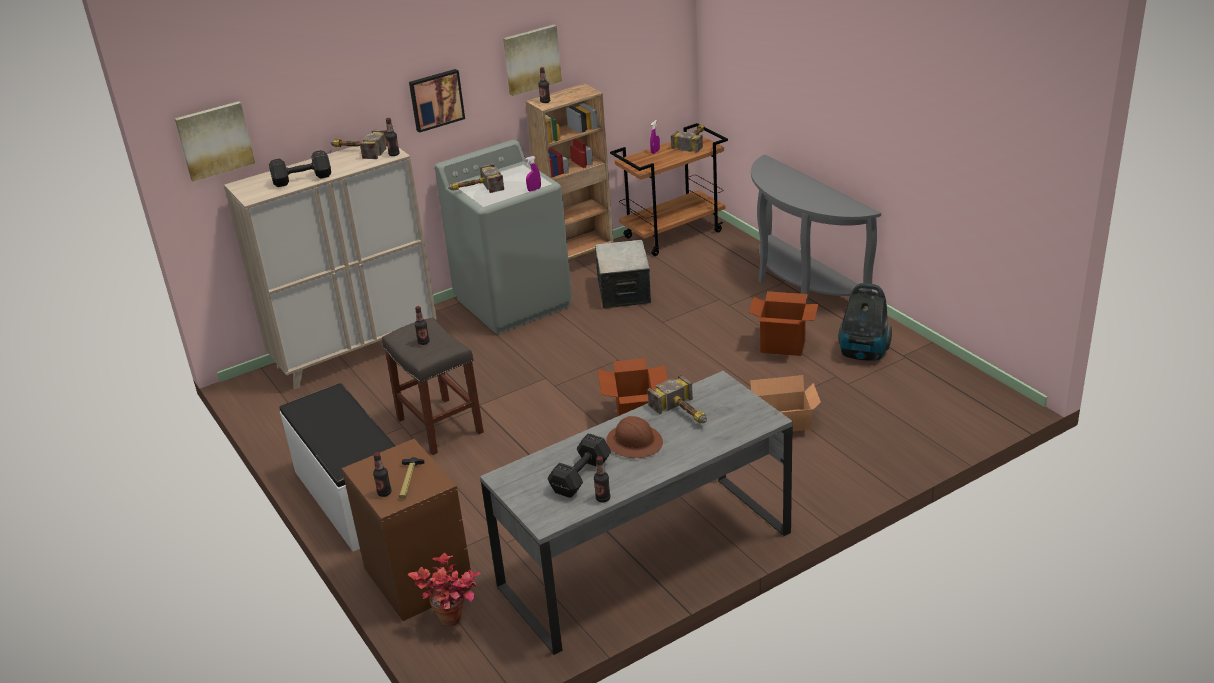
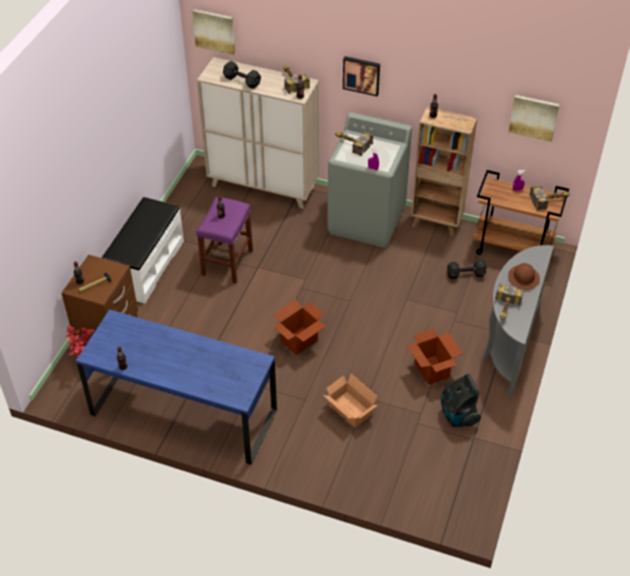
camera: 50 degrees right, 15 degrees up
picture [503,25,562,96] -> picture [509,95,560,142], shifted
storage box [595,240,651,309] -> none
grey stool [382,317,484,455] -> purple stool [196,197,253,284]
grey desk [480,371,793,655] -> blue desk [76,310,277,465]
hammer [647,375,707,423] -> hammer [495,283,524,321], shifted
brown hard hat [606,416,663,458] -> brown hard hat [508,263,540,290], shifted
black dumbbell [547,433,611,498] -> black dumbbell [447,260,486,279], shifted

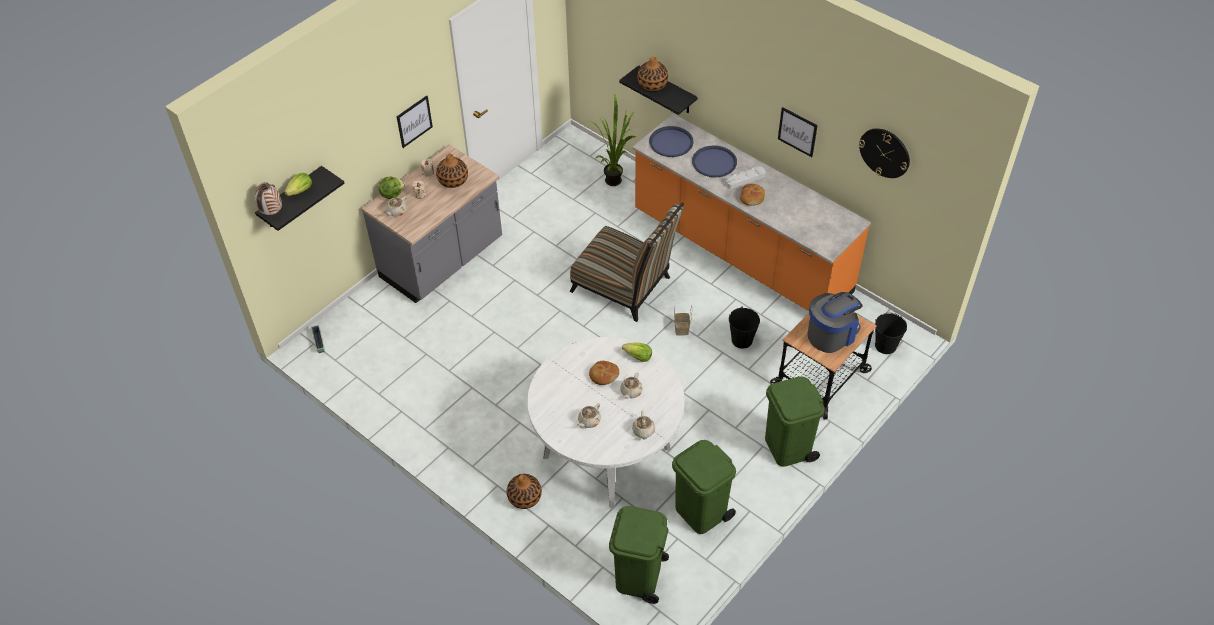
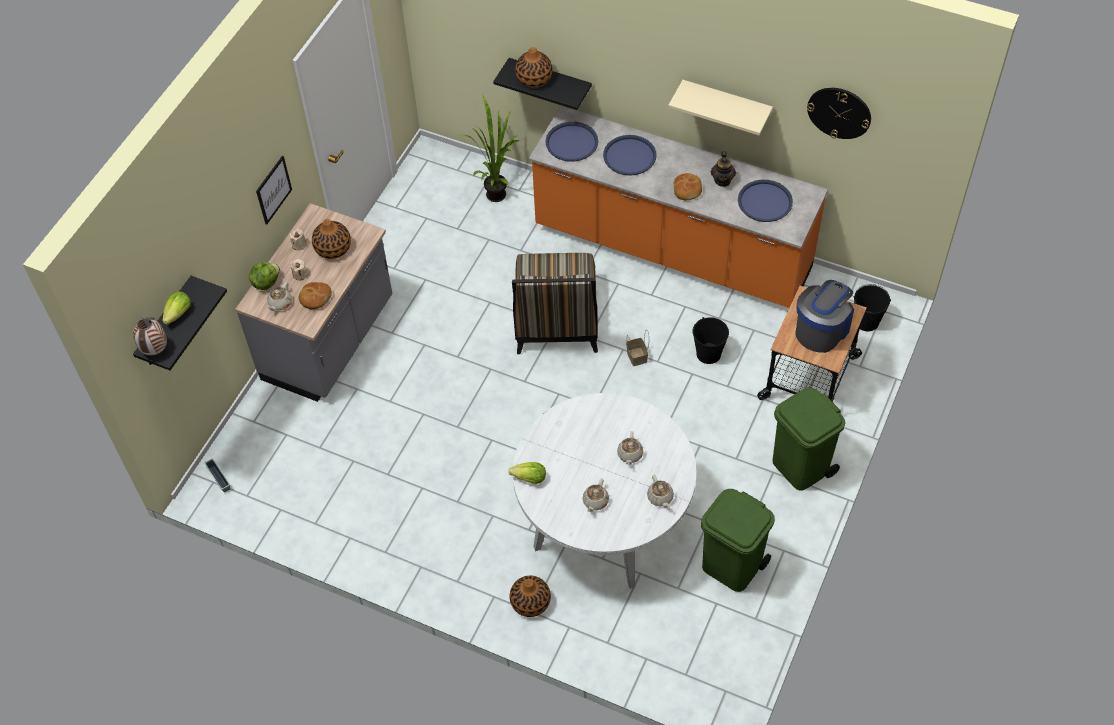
camera: 15 degrees left, 5 degrees up
picture [778,107,818,157] -> beige shelf [668,80,773,135]
grey tray [725,166,766,189] -> none
chair [570,203,684,322] -> chair [512,253,598,354], 75 degrees clockwise
lettuce [622,343,652,362] -> lettuce [509,462,546,484], shifted
bread [589,361,619,385] -> bread [299,282,332,309], shifted
green trash can [609,506,669,604] -> none
none -> teapot [711,151,736,187]
none -> blue tray [738,180,793,222]

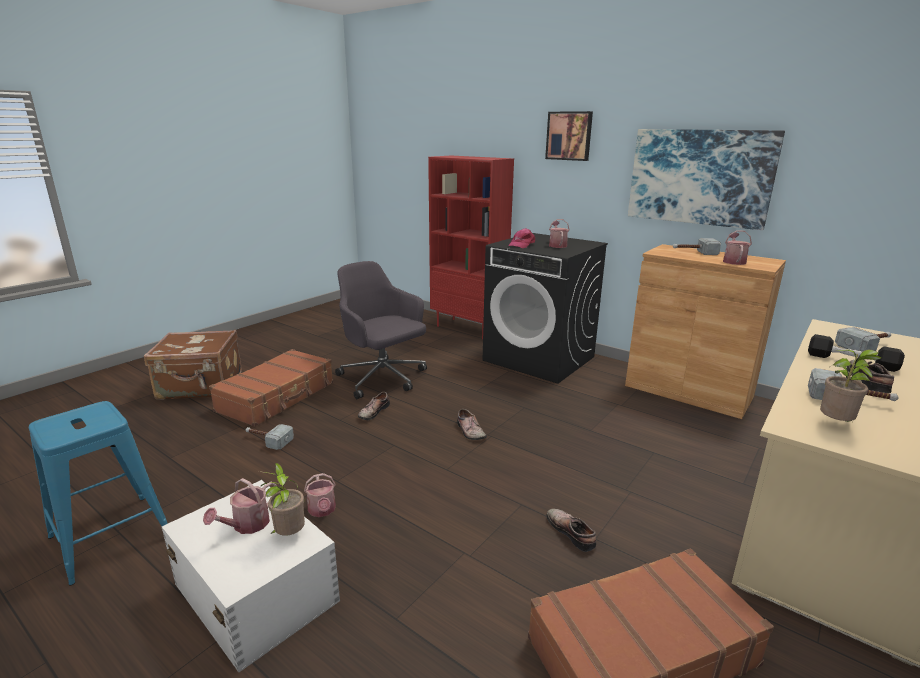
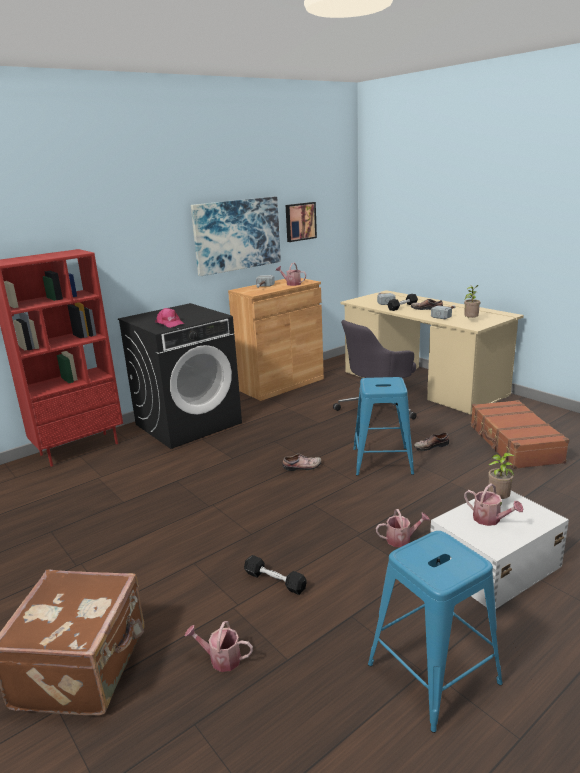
camera: 75 degrees left, 0 degrees up
picture [545,111,593,161] -> picture [286,202,317,242], shifted
watering can [549,219,570,248] -> watering can [185,621,253,672], shifted
grey office chair [335,261,427,399] -> grey office chair [333,320,417,424], shifted
brown suitcase [209,349,333,427] -> none
shoe [358,392,390,420] -> none
hammer [246,424,294,450] -> black dumbbell [244,555,307,595]
none -> blue stool [353,377,414,476]

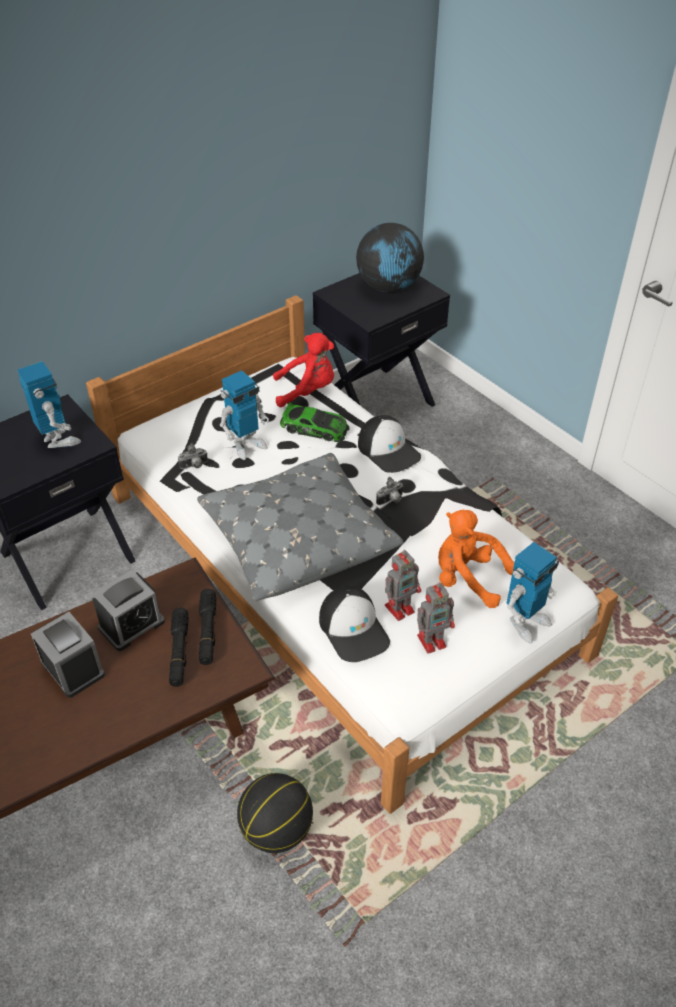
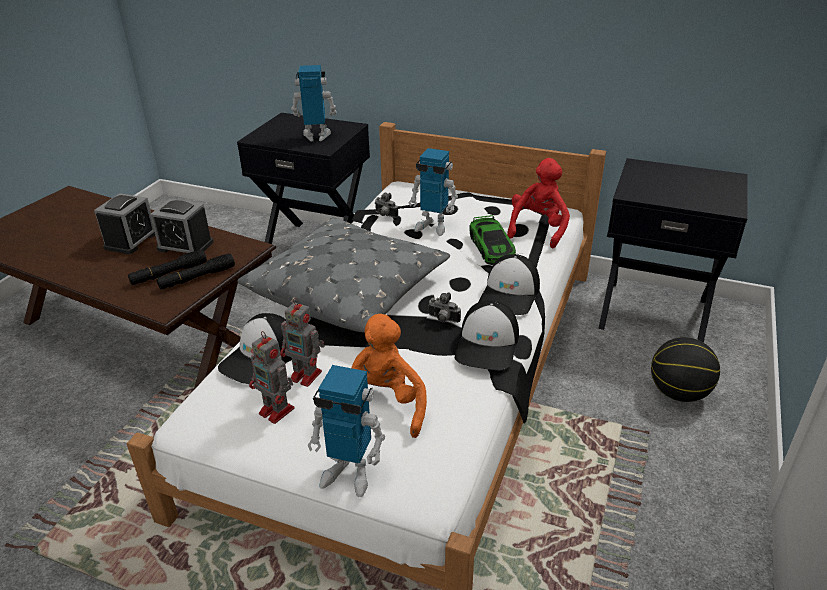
camera: 60 degrees right, 10 degrees down
globe [356,223,424,293] -> none
red plush toy [273,333,334,407] -> red plush toy [507,158,570,248], 120 degrees counterclockwise
toy robot [18,361,81,448] -> toy robot [291,65,337,142], 120 degrees counterclockwise
basketball [237,773,313,853] -> basketball [651,337,720,402], shifted
none -> cap [455,300,519,370]

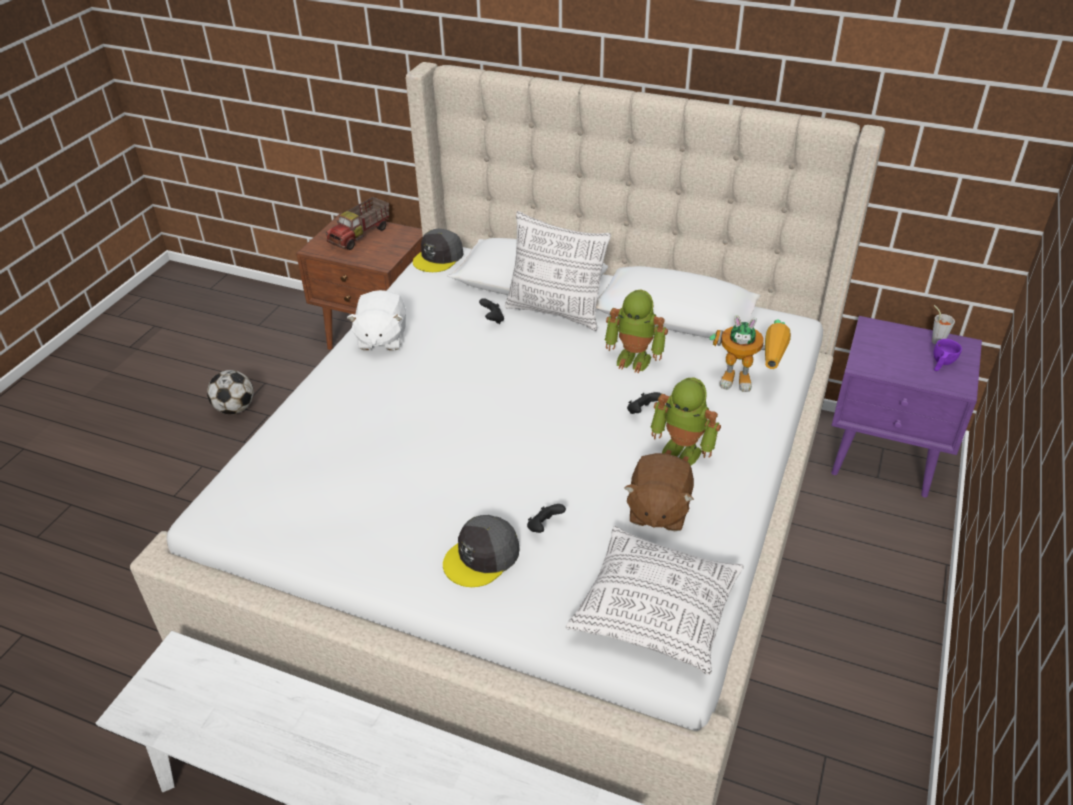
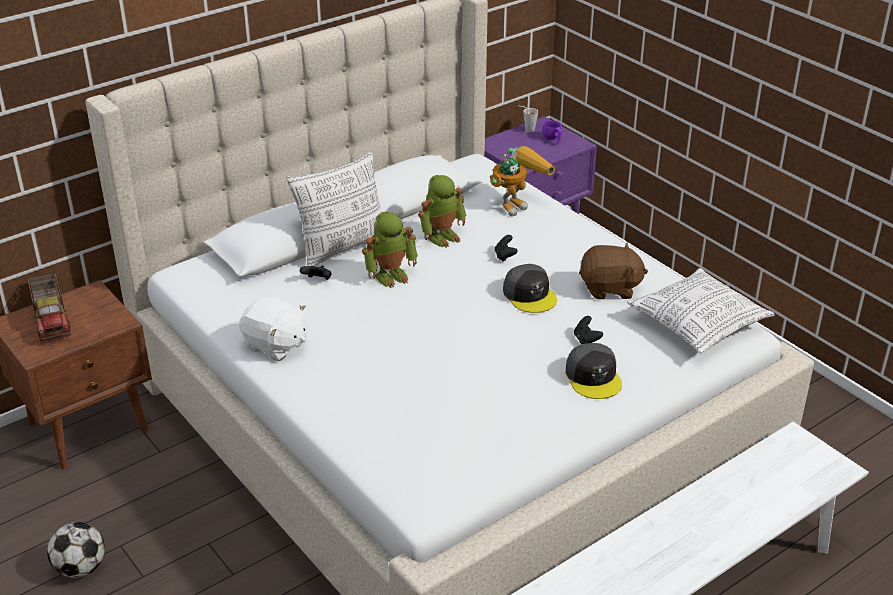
camera: 60 degrees left, 5 degrees down
grey cap [413,228,464,272] -> grey cap [503,264,557,313], shifted
toy robot [651,377,721,466] -> toy robot [362,211,418,288], shifted
brown plush toy [624,453,694,531] -> brown plush toy [579,242,648,299], 45 degrees counterclockwise

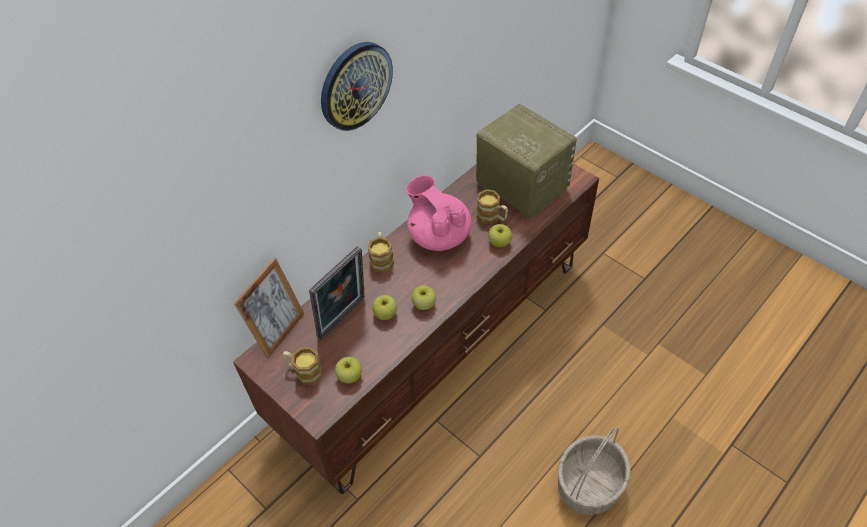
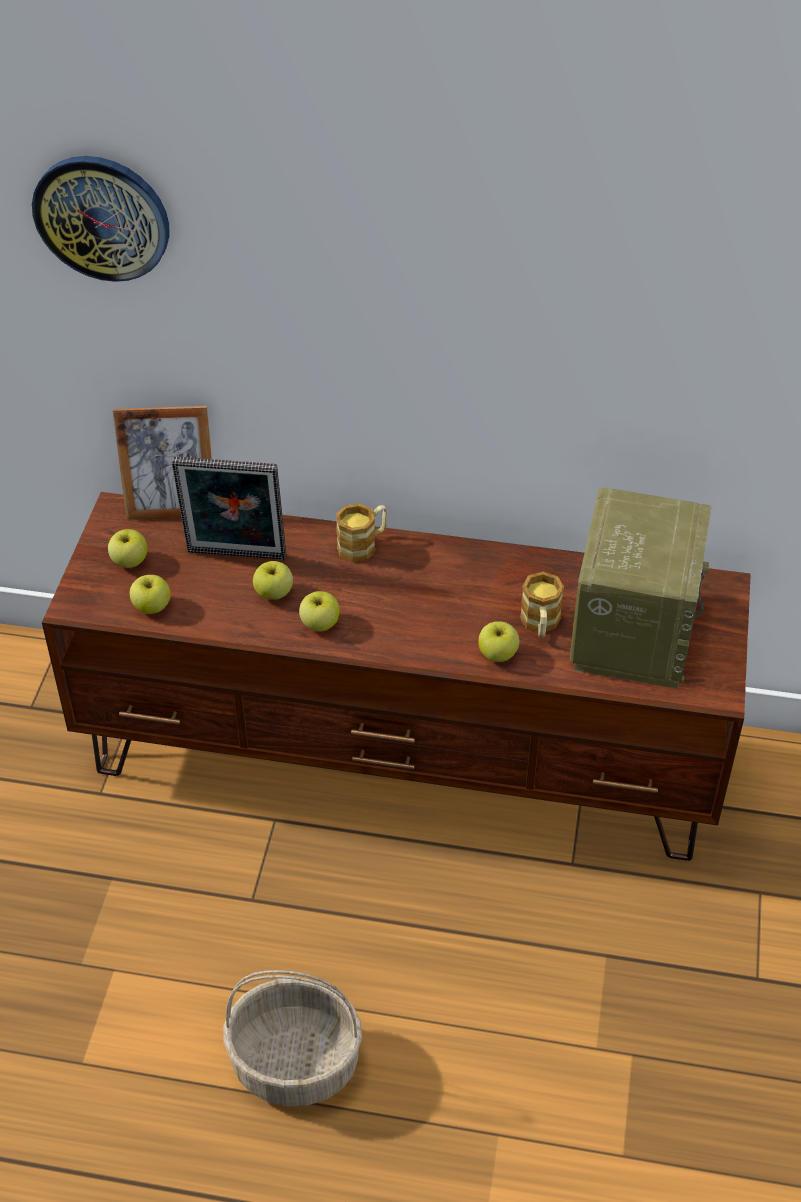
camera: 55 degrees right, 5 degrees down
wall clock [321,42,393,131] -> wall clock [32,156,169,282], shifted
pink teapot [406,175,472,251] -> none
mug [283,347,323,385] -> apple [108,529,147,568]

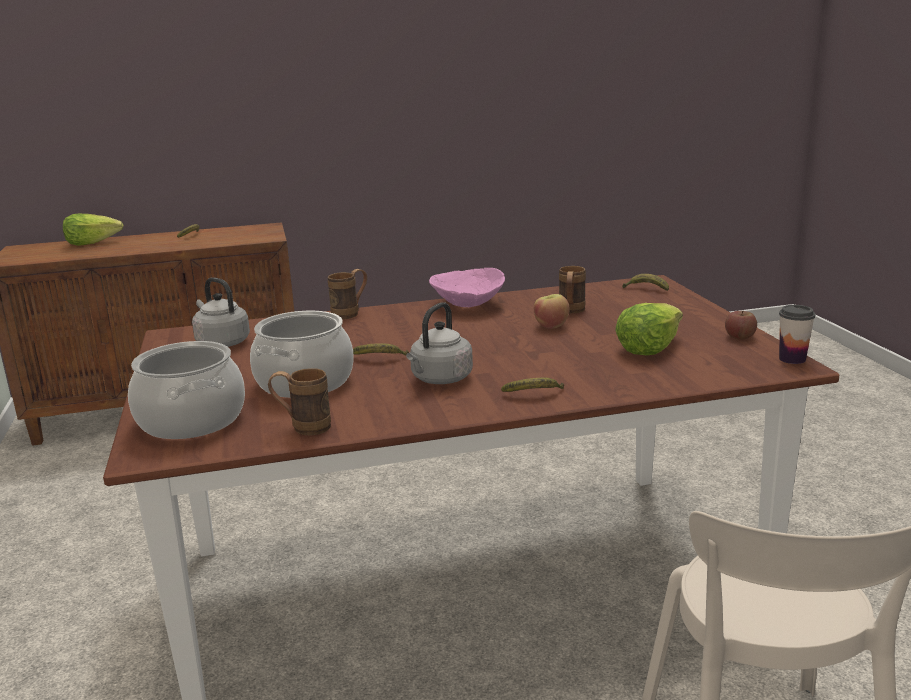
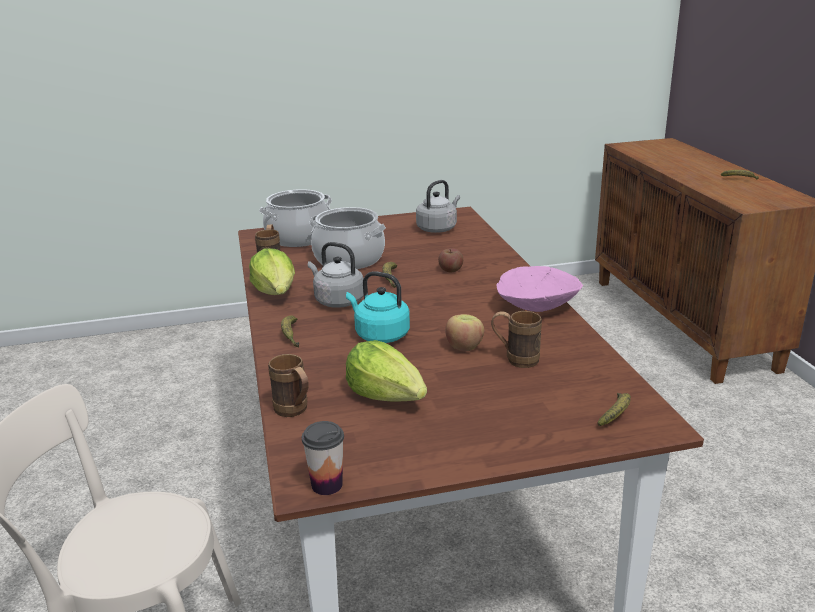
camera: 90 degrees right, 5 degrees up
lettuce [63,214,123,246] -> lettuce [249,248,295,295], shifted
brown mug [328,269,367,319] -> brown mug [268,354,309,417], shifted
apple [725,311,757,340] -> apple [438,249,463,272], shifted
none -> turquoise kettle [346,271,410,343]

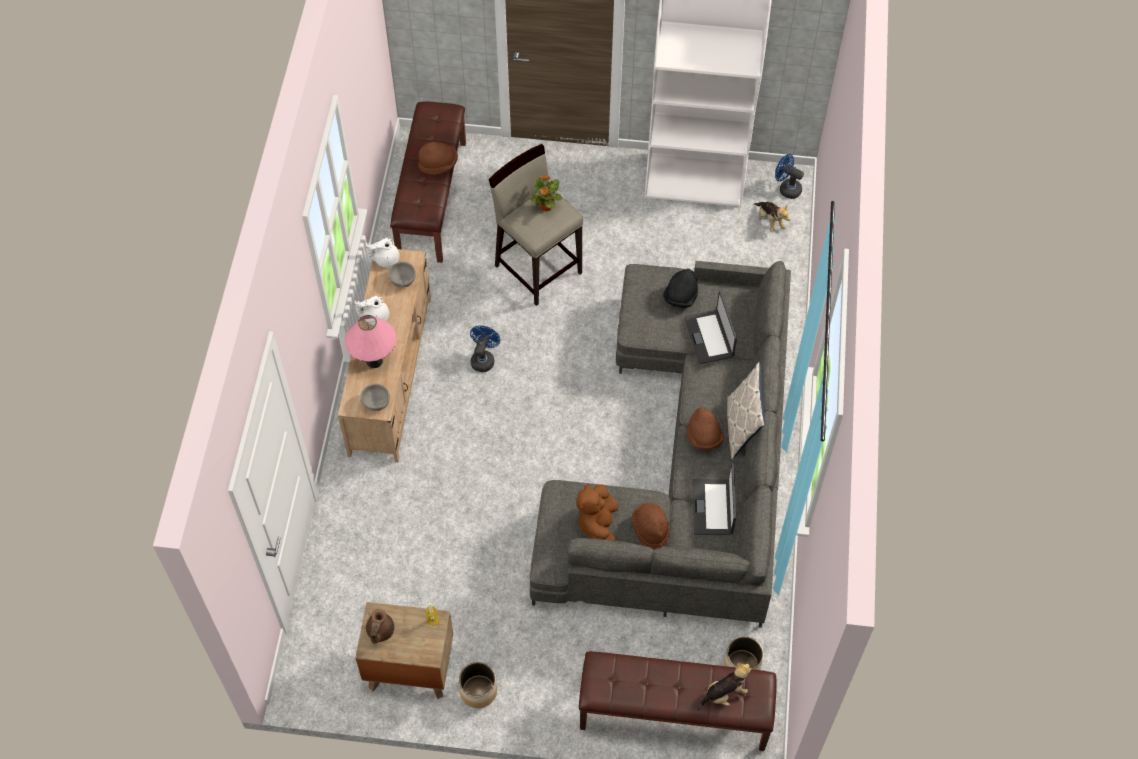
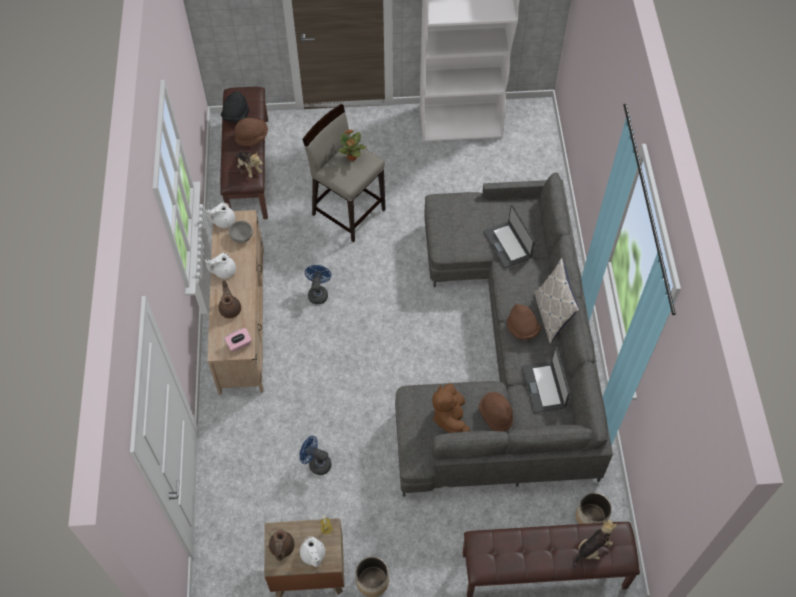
camera: 10 degrees left, 0 degrees up
blue fan [775,154,804,199] -> blue fan [300,436,332,475], shifted
plush toy [754,202,790,232] -> plush toy [234,151,263,178], shifted
black hat [663,269,698,308] -> black hat [221,91,249,122], shifted
pink table lamp [345,315,397,368] -> brown teapot [218,280,241,319]
grey bowl [360,384,390,411] -> pink tissue box [224,328,252,352]
none -> white teapot [300,536,325,567]

